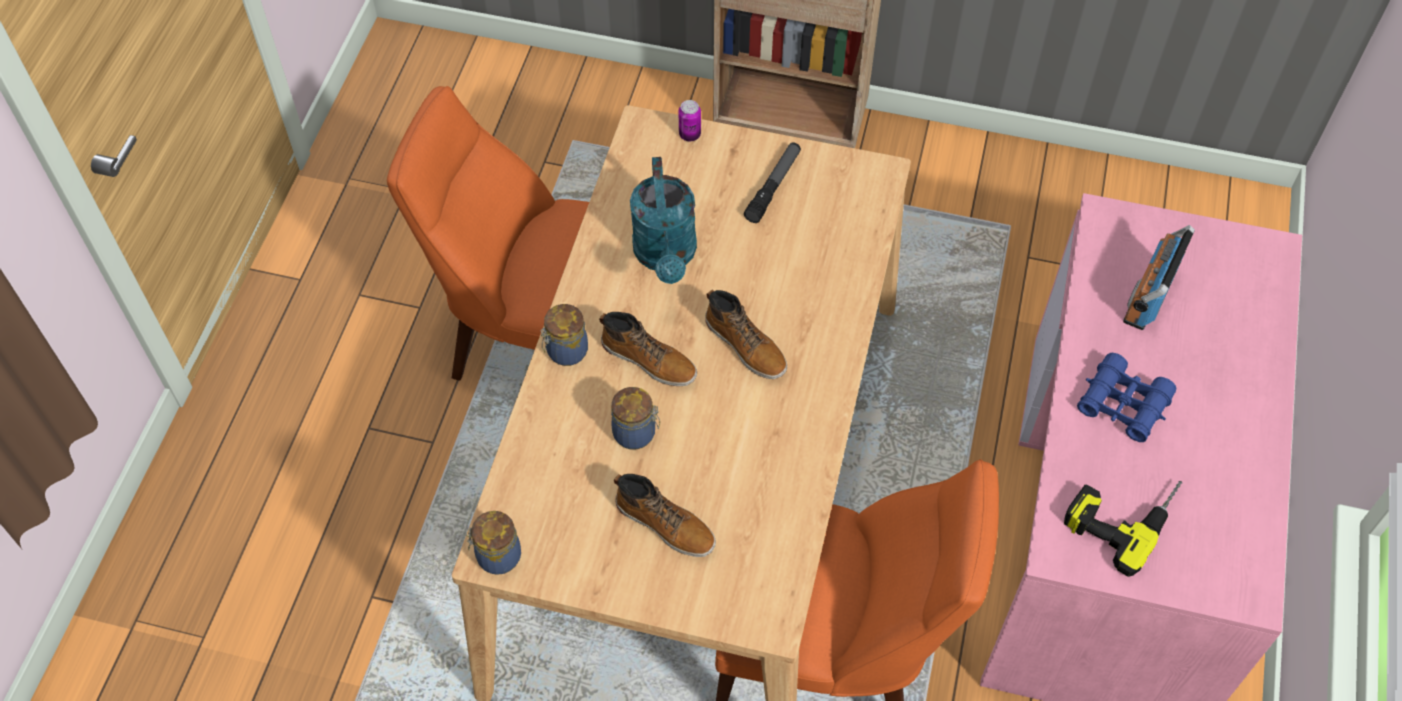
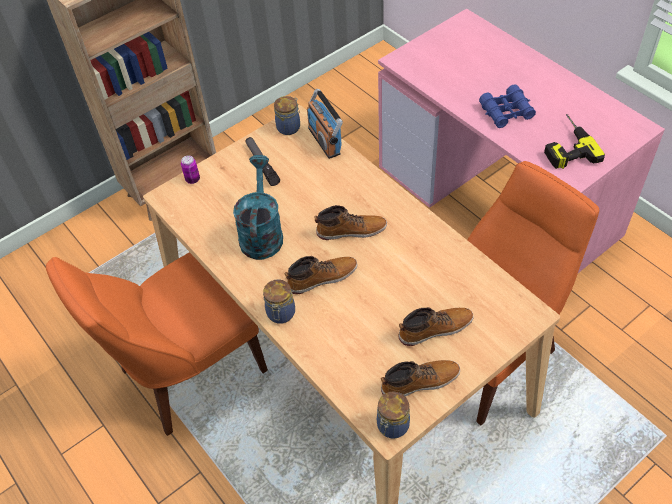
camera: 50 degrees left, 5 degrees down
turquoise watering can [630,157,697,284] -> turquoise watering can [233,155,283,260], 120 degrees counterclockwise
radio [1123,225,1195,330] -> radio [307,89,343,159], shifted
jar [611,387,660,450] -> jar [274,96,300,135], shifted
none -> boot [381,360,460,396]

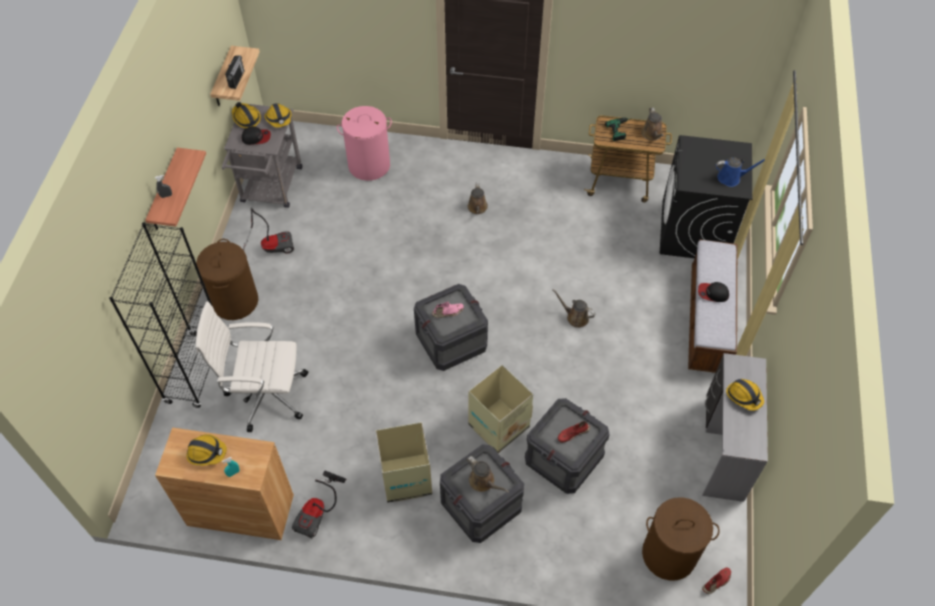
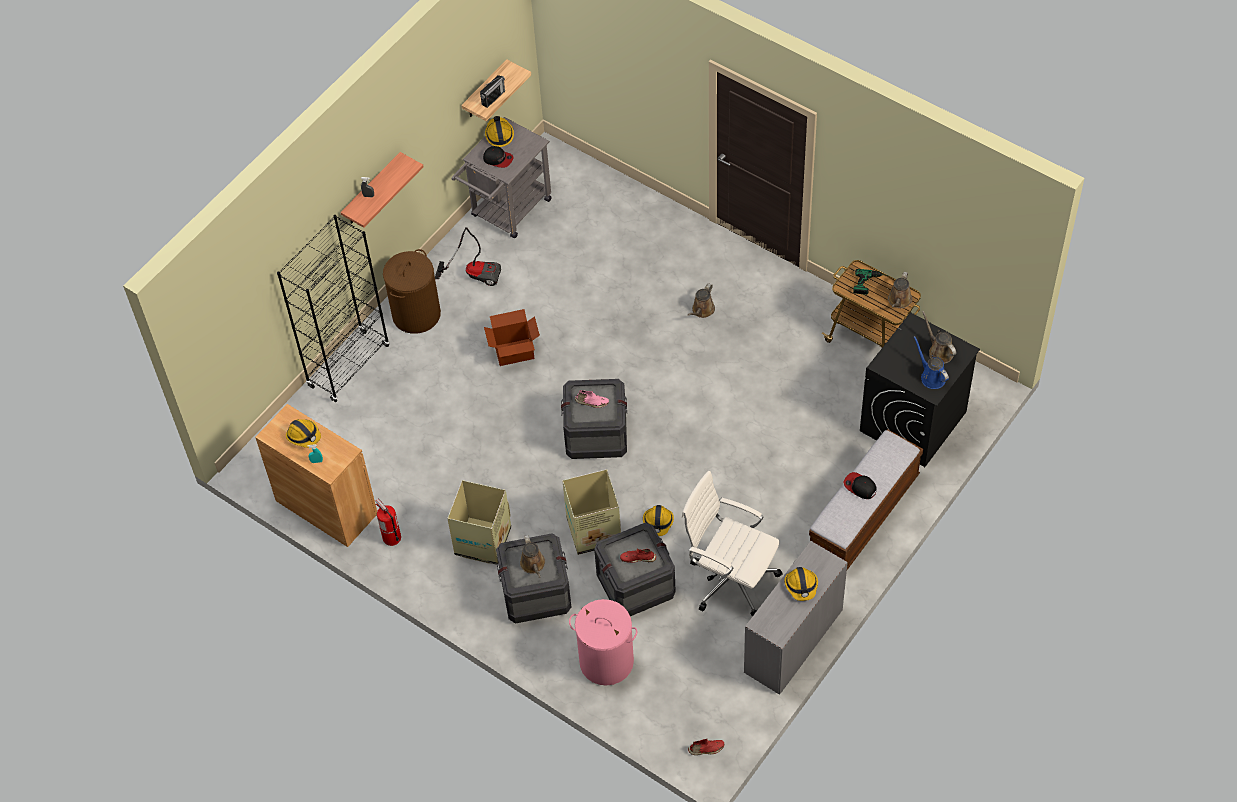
camera: 30 degrees right, 0 degrees up
hard hat [264,103,292,128] -> hard hat [643,505,674,536], shifted
pink laundry basket [337,106,392,181] -> pink laundry basket [569,599,637,686], shifted
blue watering can [716,157,765,187] -> blue watering can [914,336,949,389], 150 degrees counterclockwise
brown watering can [552,289,596,328] -> brown watering can [922,311,956,364], shifted
white office chair [196,301,309,432] -> white office chair [682,471,783,617], shifted
vacuum cleaner [292,471,346,539] -> fire extinguisher [375,498,401,546]
brown laundry basket [642,497,720,581] -> none
none -> cardboard box [484,309,540,366]

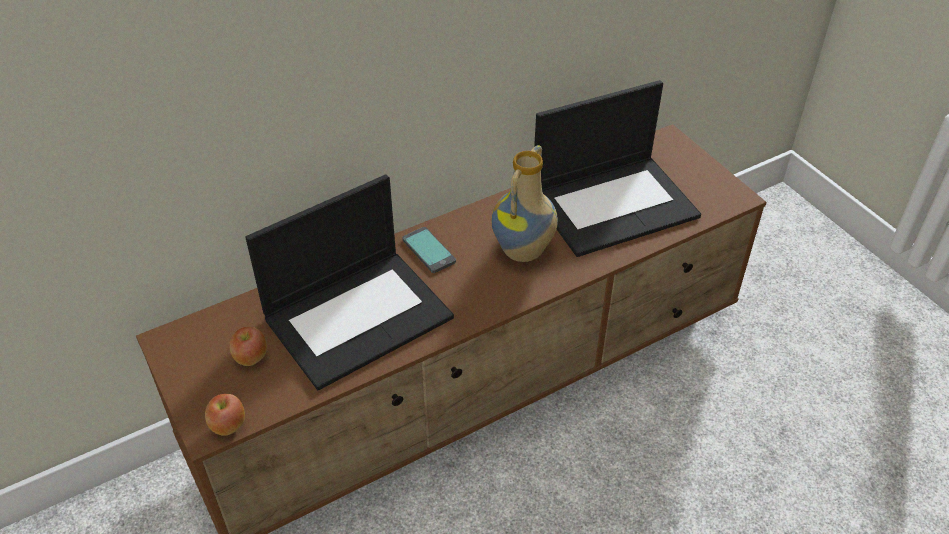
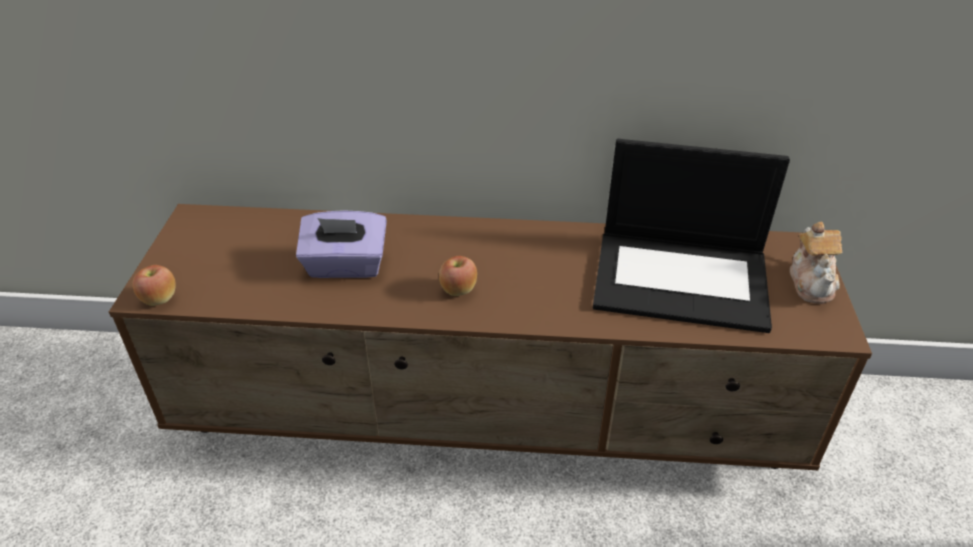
camera: 35 degrees right, 5 degrees down
vase [492,145,558,262] -> none
laptop [246,175,454,390] -> purple tissue box [296,210,387,278]
phone [402,227,456,273] -> none
apple [229,327,267,366] -> apple [439,256,477,296], shifted
none -> teapot [790,222,842,304]

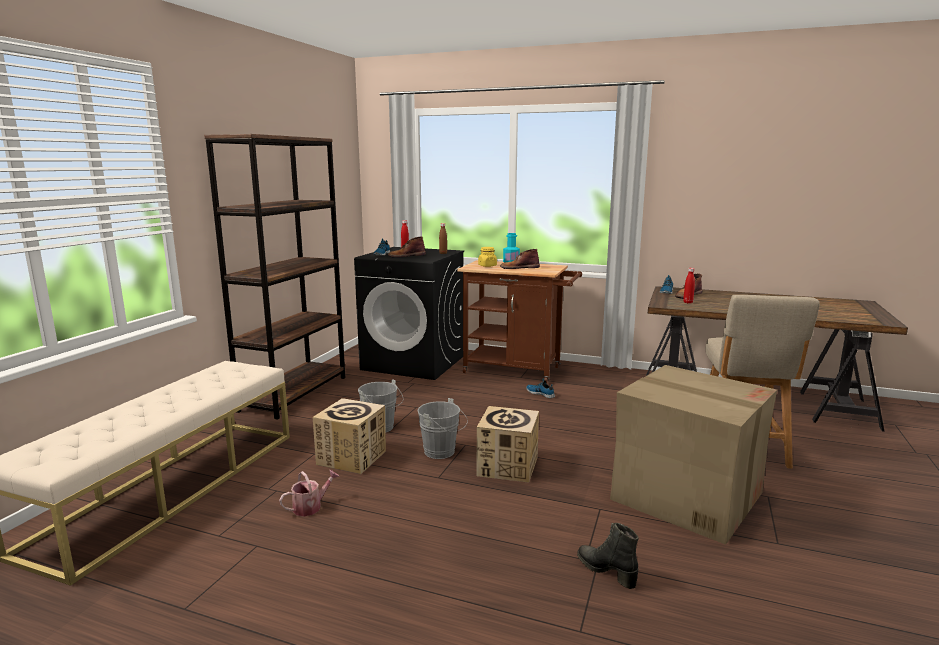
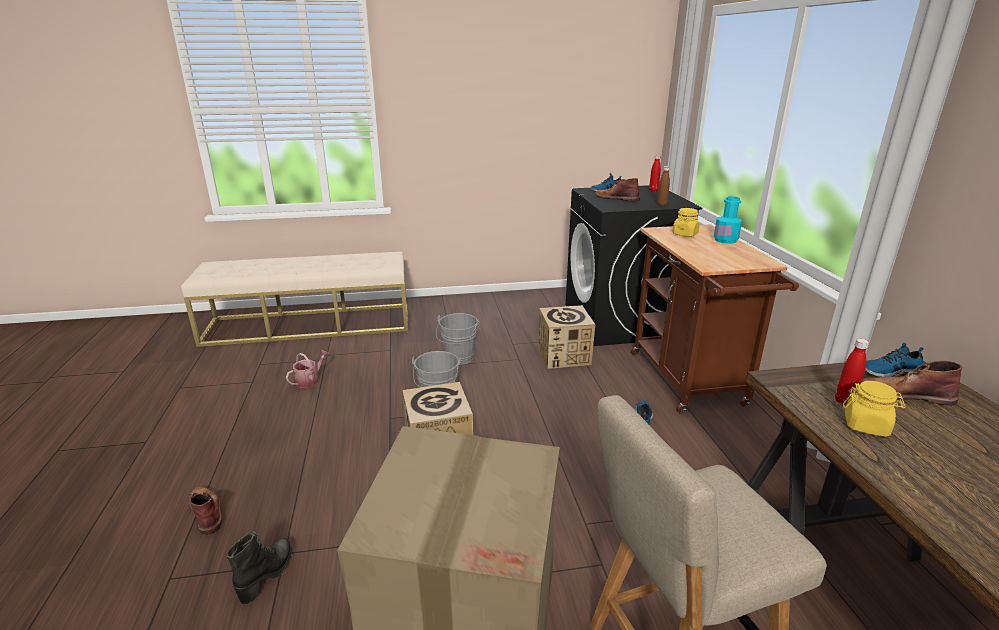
camera: 60 degrees right, 10 degrees up
brown bookcase [204,134,345,420] -> none
brown boot [500,249,540,269] -> brown boot [189,486,222,535], shifted
cardboard box [313,398,386,474] -> cardboard box [538,305,595,369], shifted
watering can [279,470,340,517] -> watering can [286,350,330,388], 75 degrees counterclockwise
none -> yellow jar [843,381,905,437]

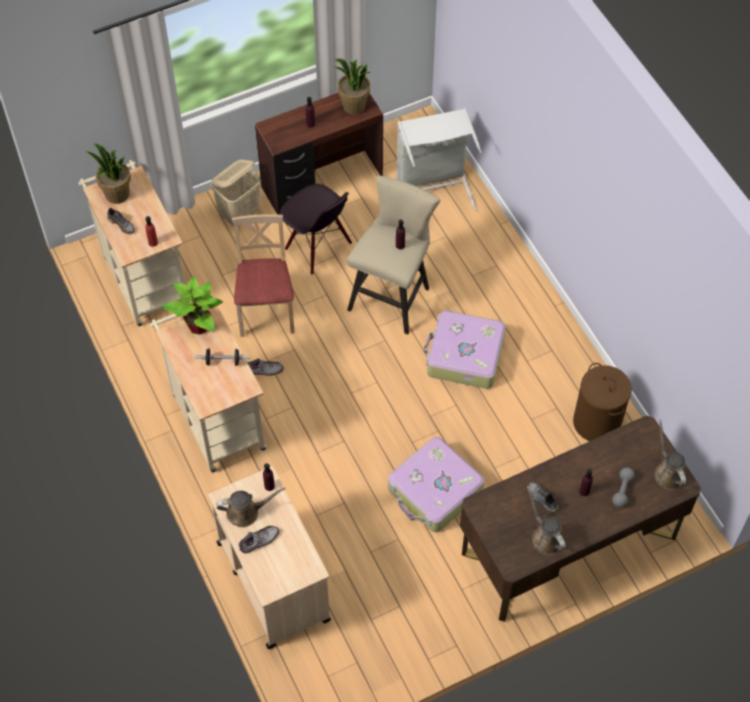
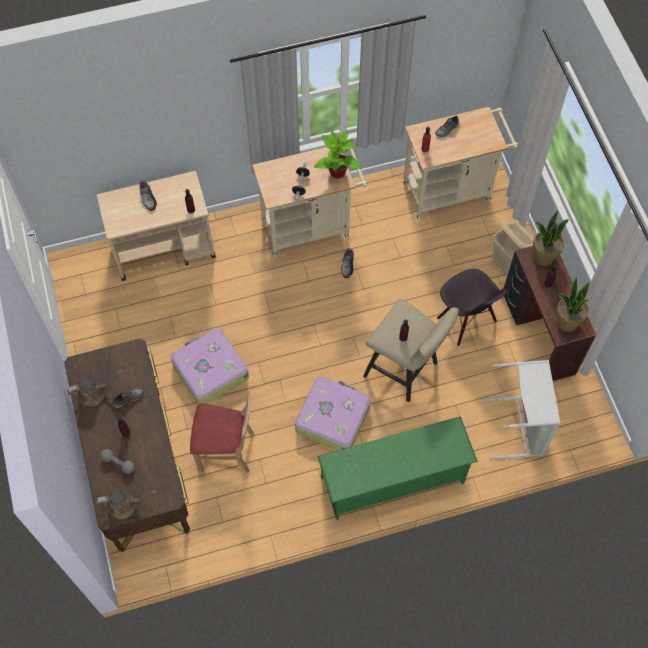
camera: 100 degrees right, 5 degrees up
potted plant [86,143,131,204] -> potted plant [533,210,569,266], shifted
black chair [280,184,352,275] -> black chair [437,269,507,346], 90 degrees counterclockwise
beige chair [232,214,295,337] -> beige chair [190,390,254,473], shifted
brown laundry basket [573,363,632,441] -> none
brown watering can [216,488,285,527] -> none
none -> green shoe rack [317,416,478,520]

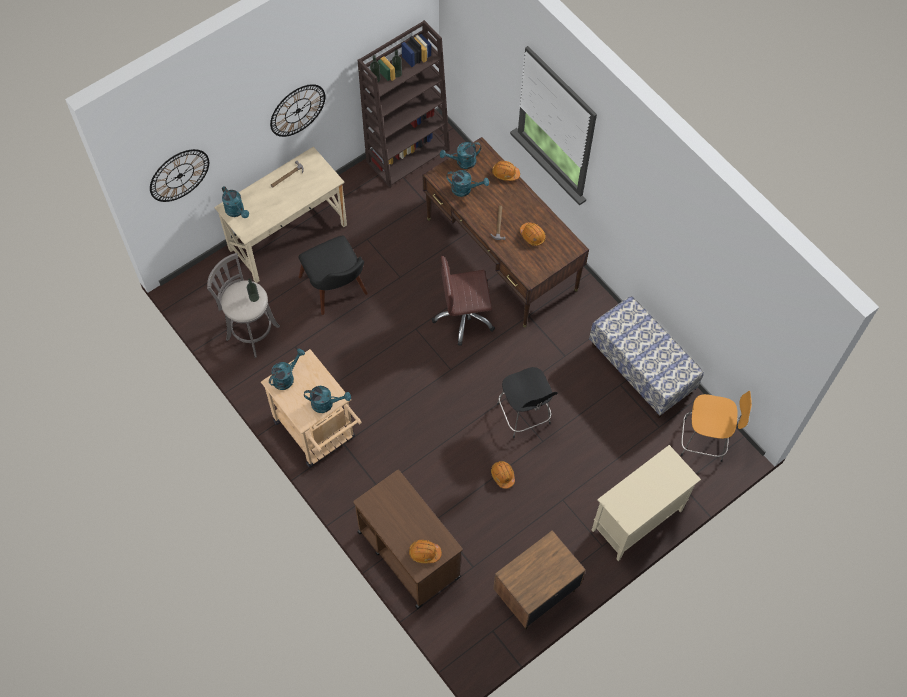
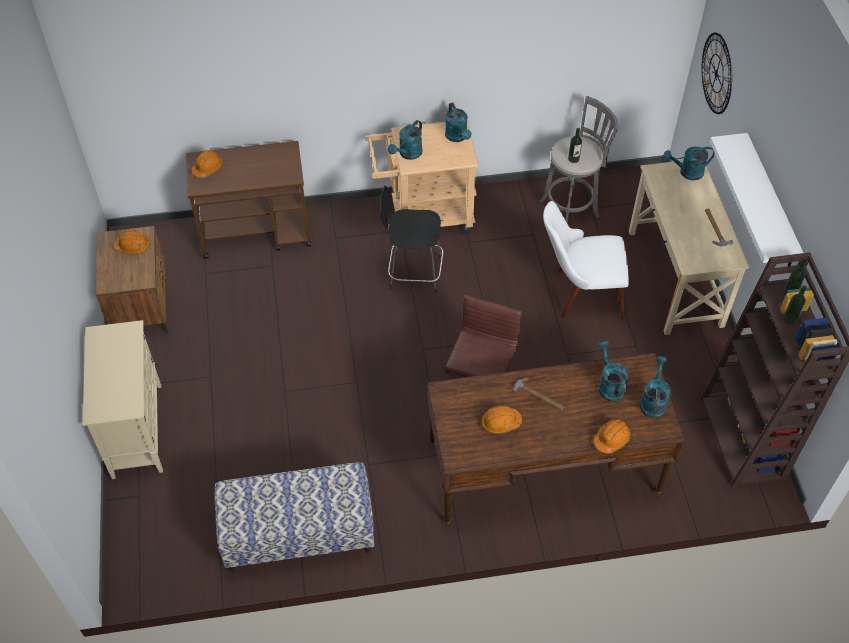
camera: 120 degrees right, 10 degrees down
wall clock [270,84,325,137] -> white shelf [710,133,803,266]
turquoise watering can [446,170,489,197] -> turquoise watering can [598,341,629,402], 120 degrees clockwise
black chair [298,235,368,315] -> white chair [543,201,629,320]
black stool [497,367,558,438] -> black stool [380,185,443,293], shifted
orange stool [681,391,752,462] -> none
orange hard hat [491,461,515,489] -> orange hard hat [114,231,149,254], shifted

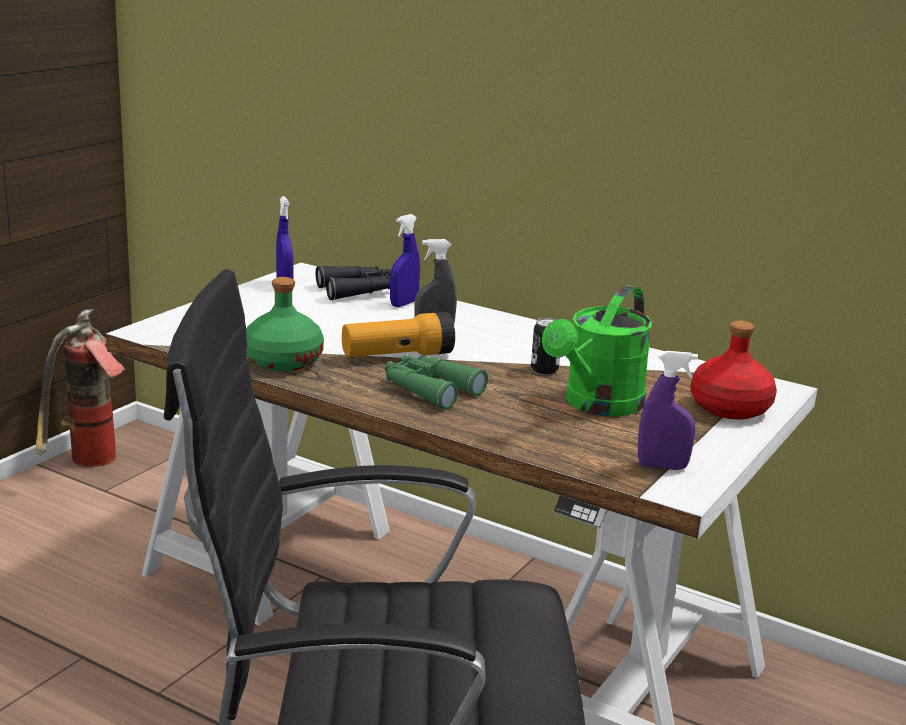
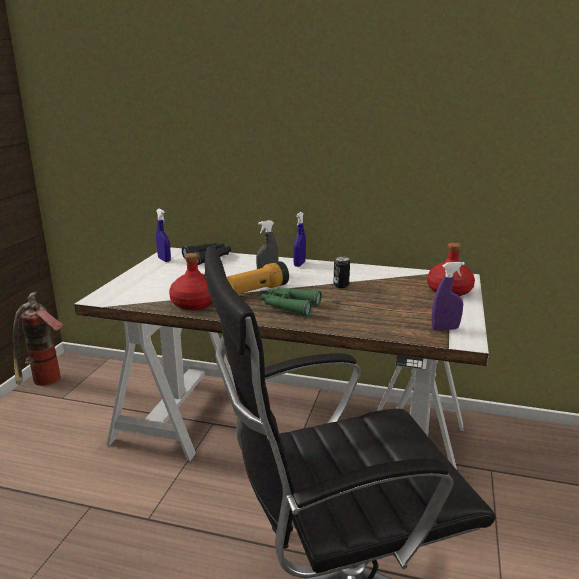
camera: 15 degrees left, 0 degrees up
blue spray bottle [390,214,420,307] -> blue spray bottle [293,212,306,267], shifted
green bottle [246,277,324,371] -> red bottle [169,253,213,310]
green watering can [542,285,652,417] -> none

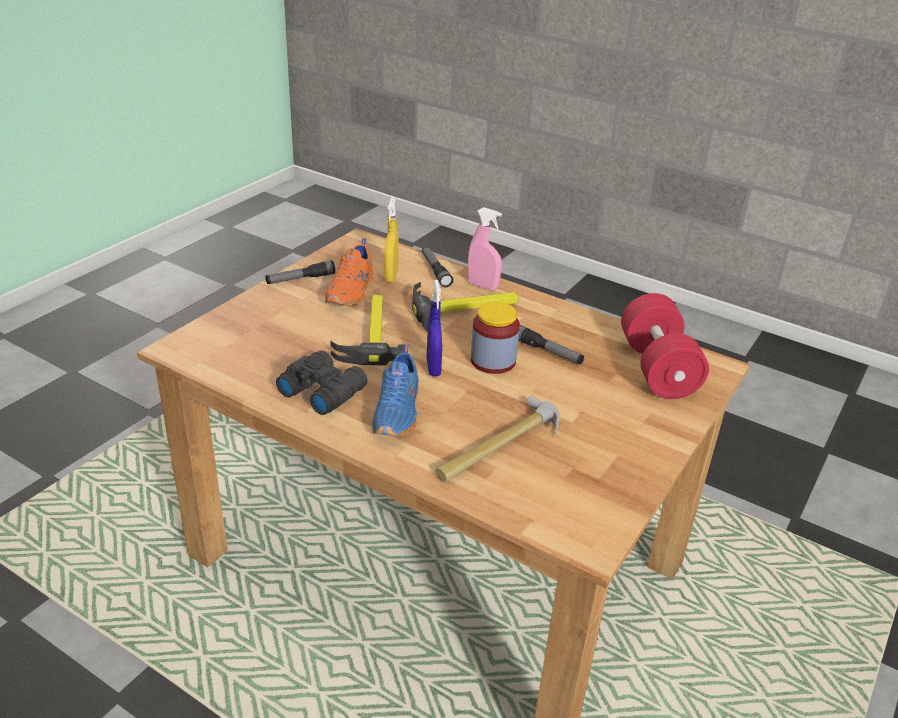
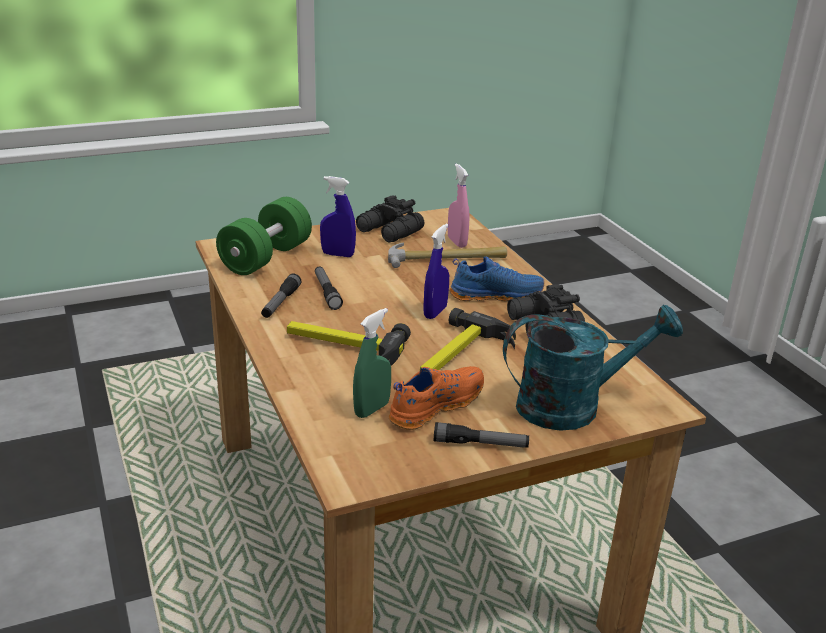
camera: 145 degrees left, 5 degrees down
yellow spray bottle [384,198,399,282] -> green spray bottle [353,308,391,418]
pink spray bottle [468,207,502,290] -> pink spray bottle [448,164,469,248], shifted
flashlight [422,247,453,287] -> flashlight [261,274,302,318], shifted
red dumbbell [621,293,709,399] -> green dumbbell [216,197,312,275]
jar [471,302,520,374] -> none
blue shoe [372,344,419,436] -> blue shoe [449,257,545,301], 45 degrees clockwise
none -> blue spray bottle [320,176,356,257]
none -> black binoculars [356,195,424,242]
none -> turquoise watering can [503,305,683,431]

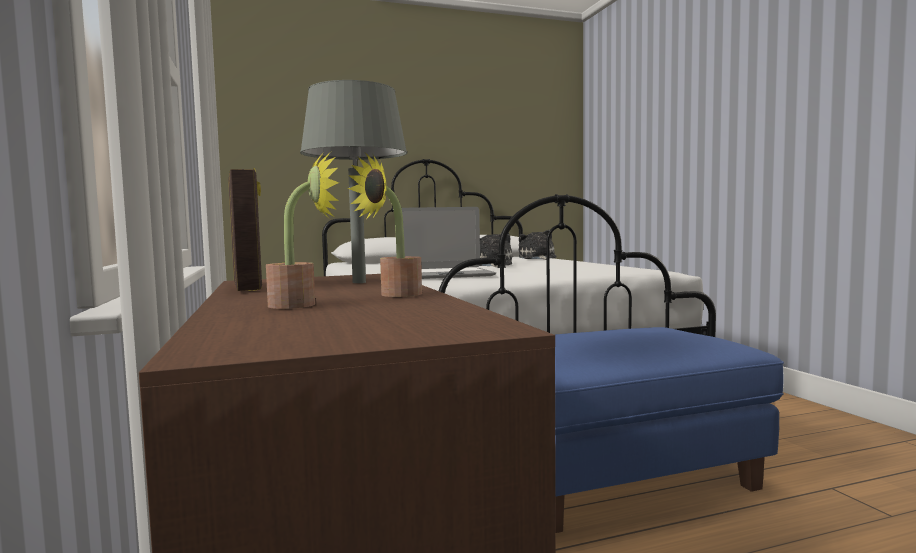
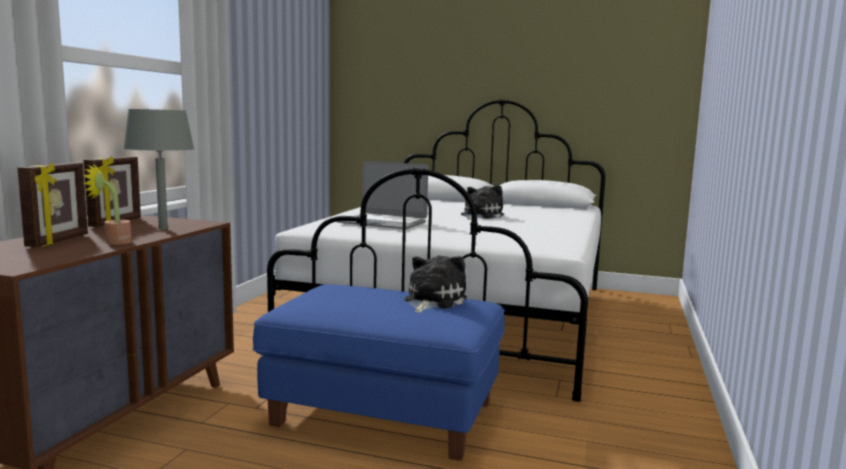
camera: 35 degrees right, 5 degrees up
potted plant [266,150,339,309] -> picture frame [17,163,88,247]
plush toy [519,230,556,260] -> plush toy [404,255,467,313], shifted

